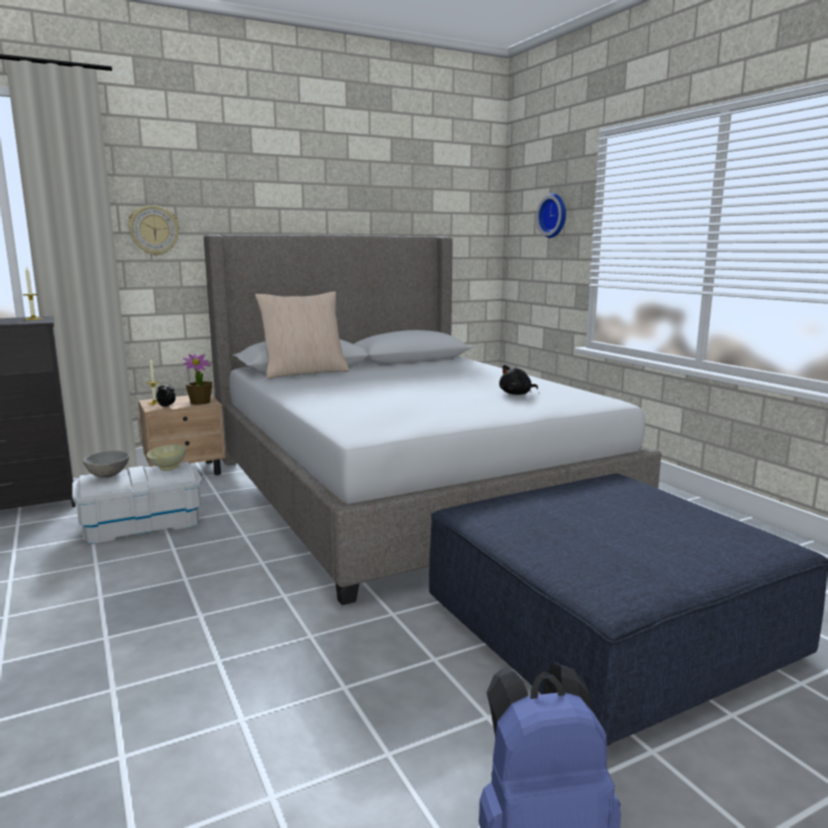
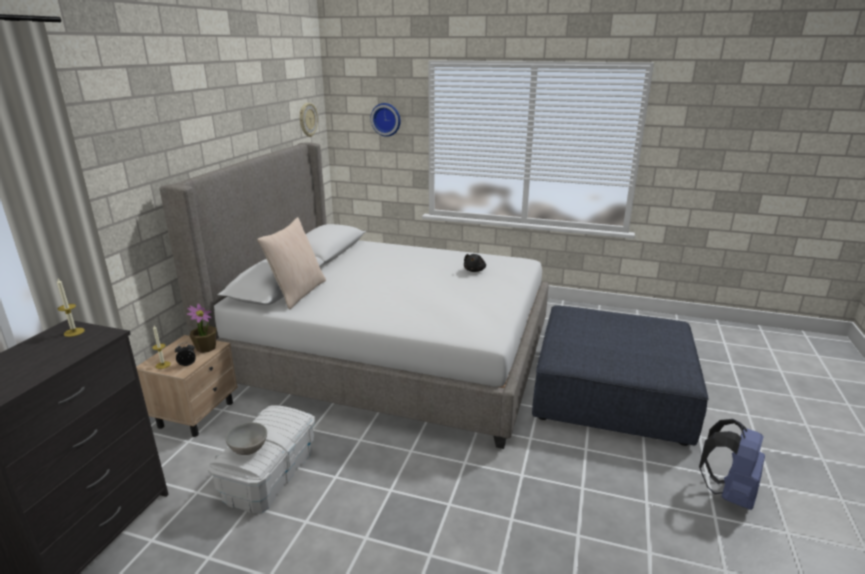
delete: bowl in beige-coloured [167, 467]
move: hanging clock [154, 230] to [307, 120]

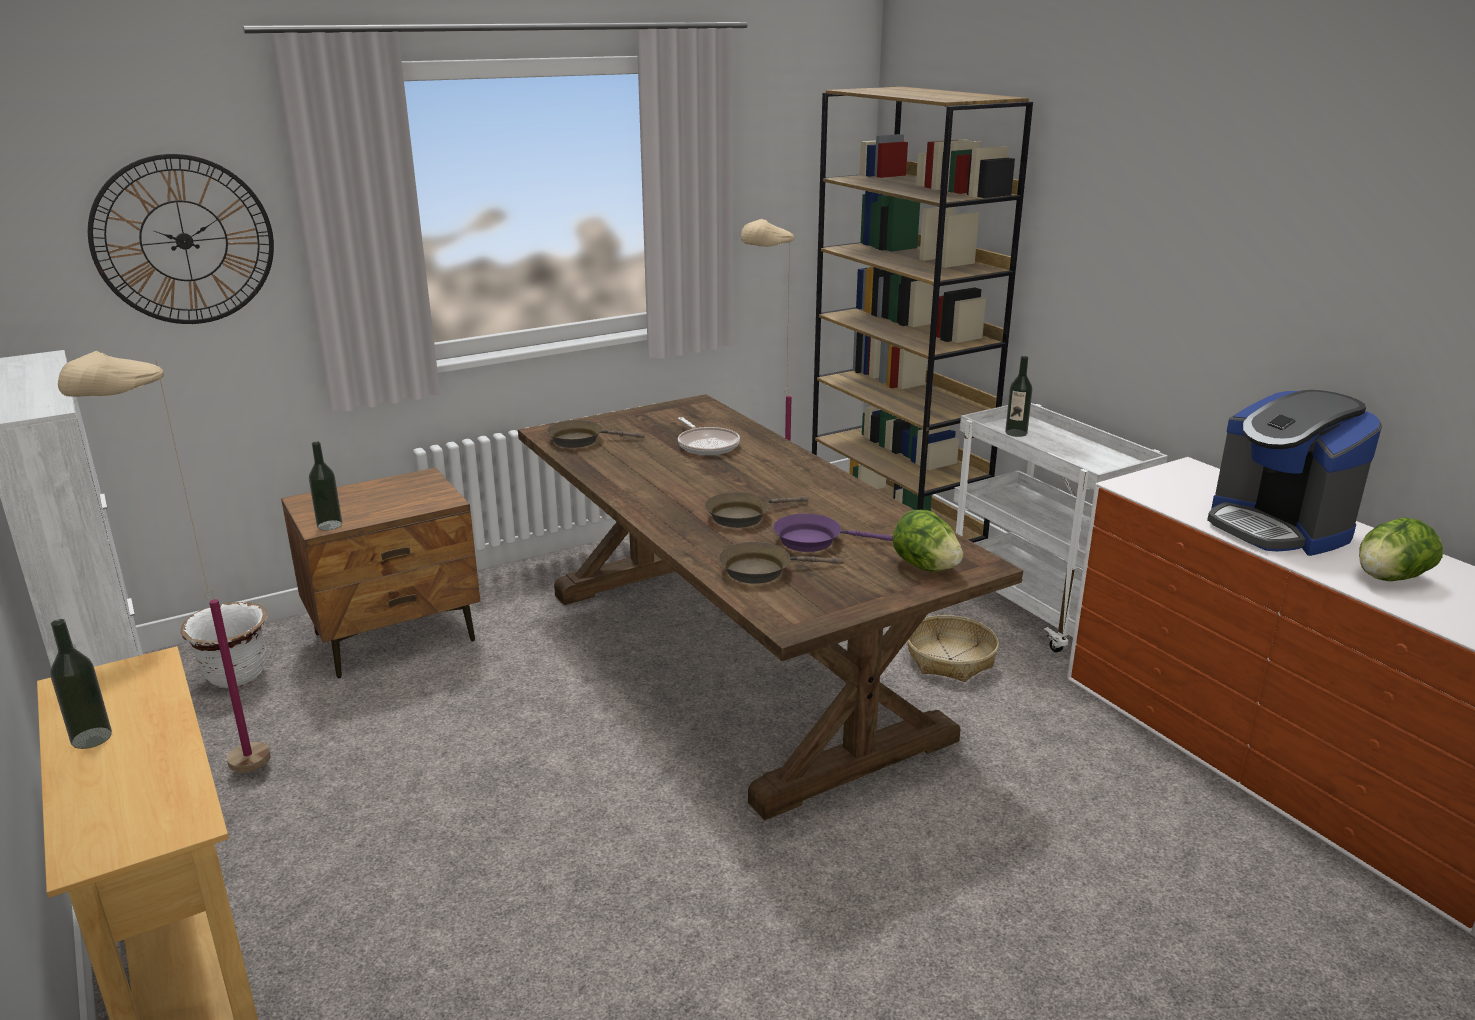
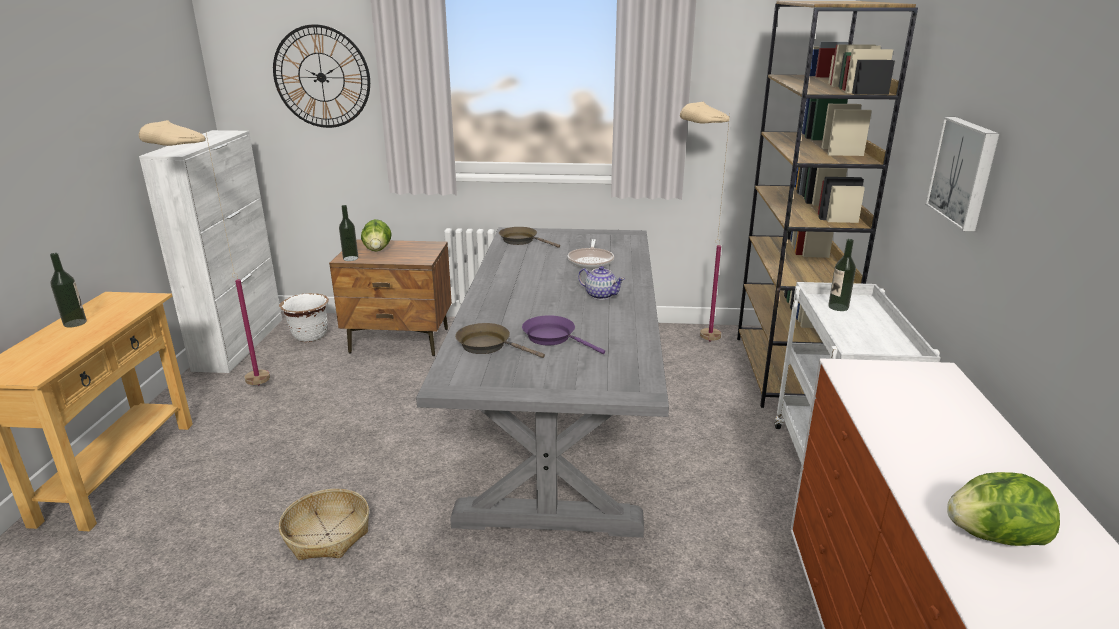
delete: pan in brownish [742, 516]; coffee machine [1277, 527]
insert: teapot [600, 295]; wall art [965, 172]
move: household basket [949, 659] to [327, 534]; lettuce [925, 567] to [377, 250]
recolor: dining table in brownish [732, 660] to dining table in greyish [559, 420]

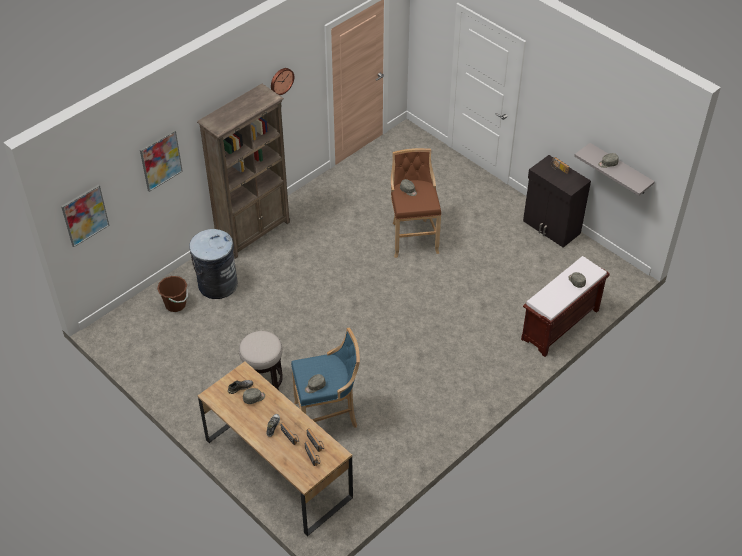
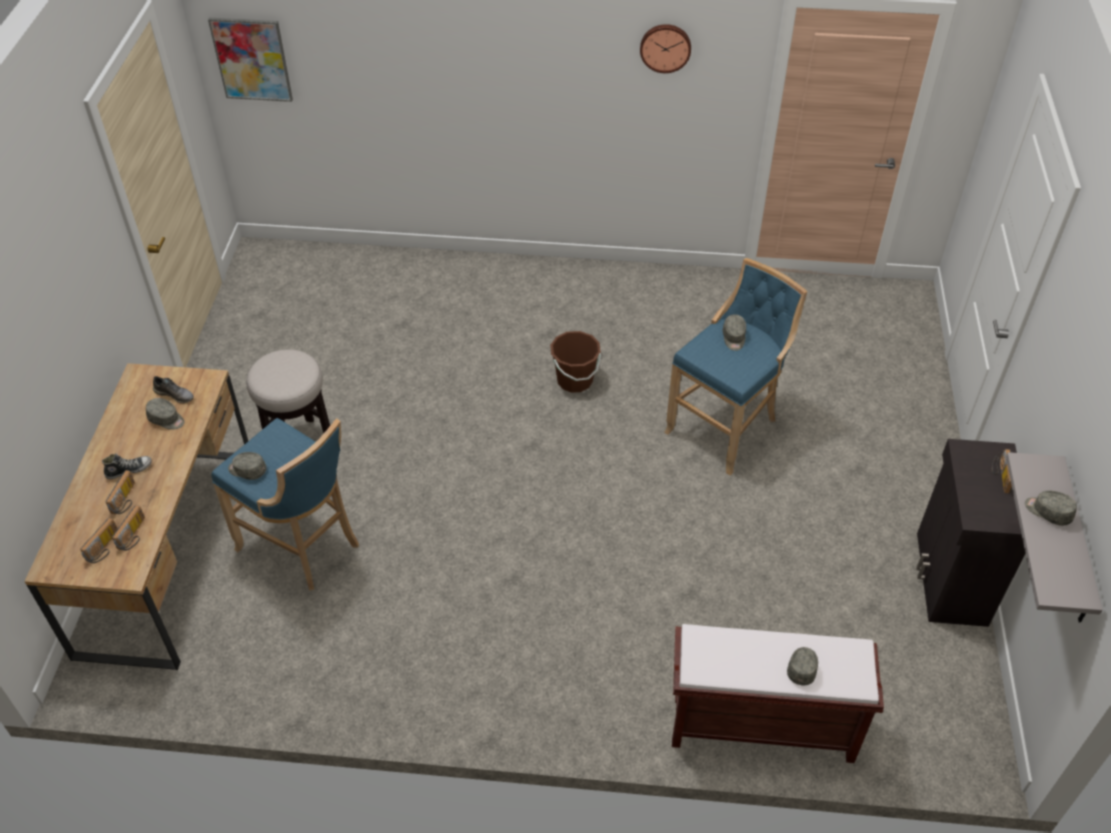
delete: wall art [161, 160]; waste bin in greyish [217, 284]; bookcase in brownish [254, 233]
move: water bucket in brownish [175, 304] to [574, 380]
recolor: stool in brownish [413, 237] to stool in blue [726, 427]

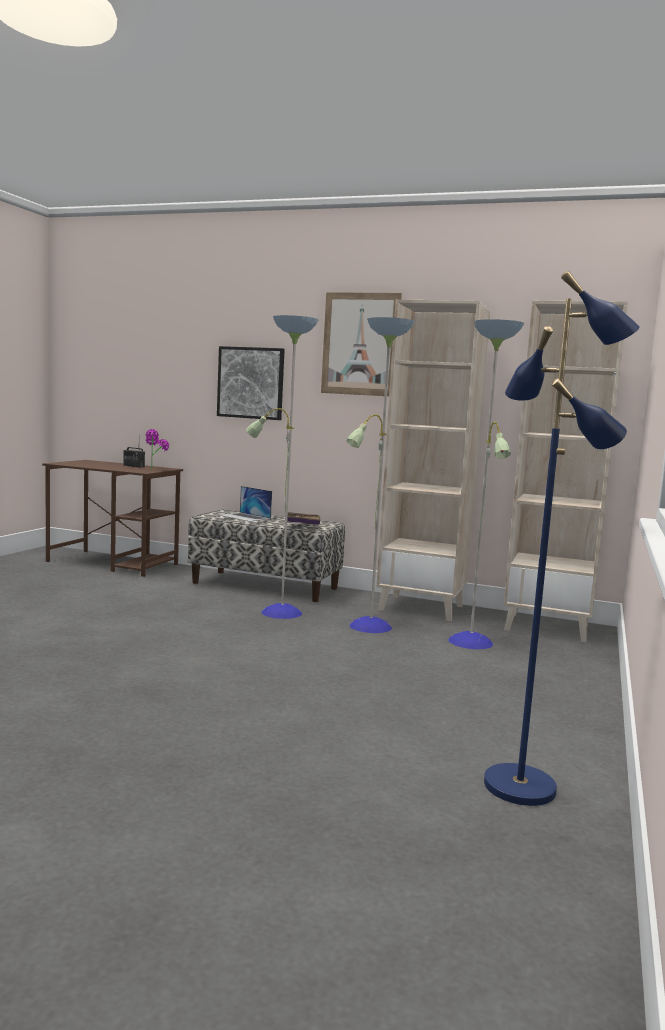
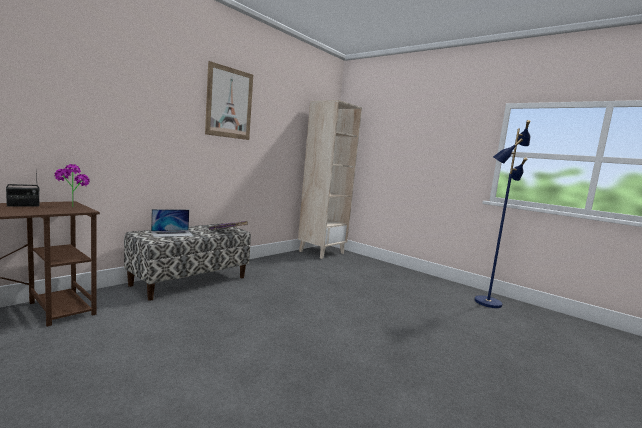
delete: wall art [251, 383]; floor lamp [369, 627]; bookcase in beige-coloured [421, 608]

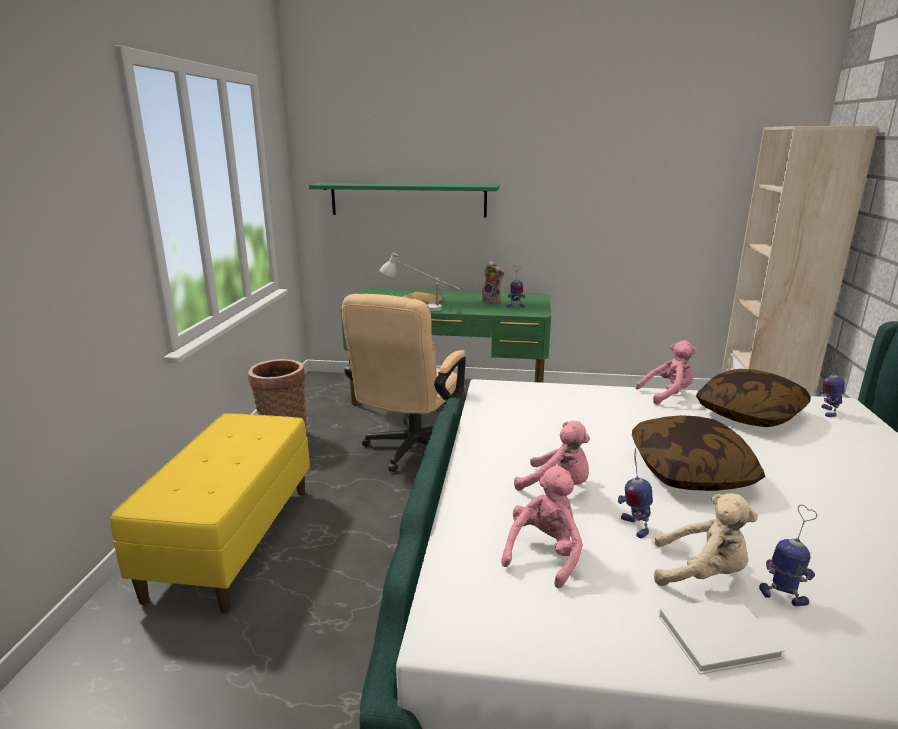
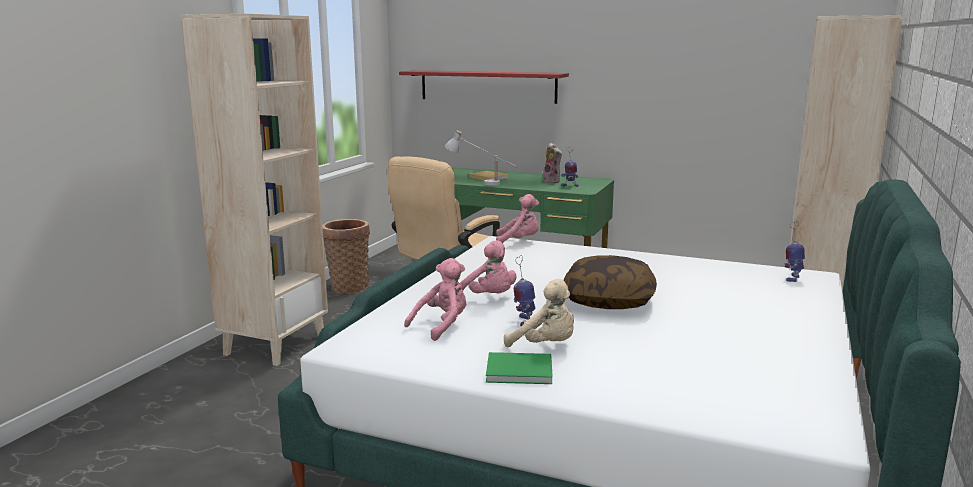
delete: cushion [749, 414]; model robot [783, 597]
move: soft toy in pink-coloured [667, 395] to [519, 241]
replace: long seat in yellow-coloured [232, 539] to bookcase in beige-coloured [275, 344]
recolor: shelf in greenish [408, 199] to shelf in red-coloured [487, 86]; bound book in whitish [721, 636] to bound book in greenish [521, 371]

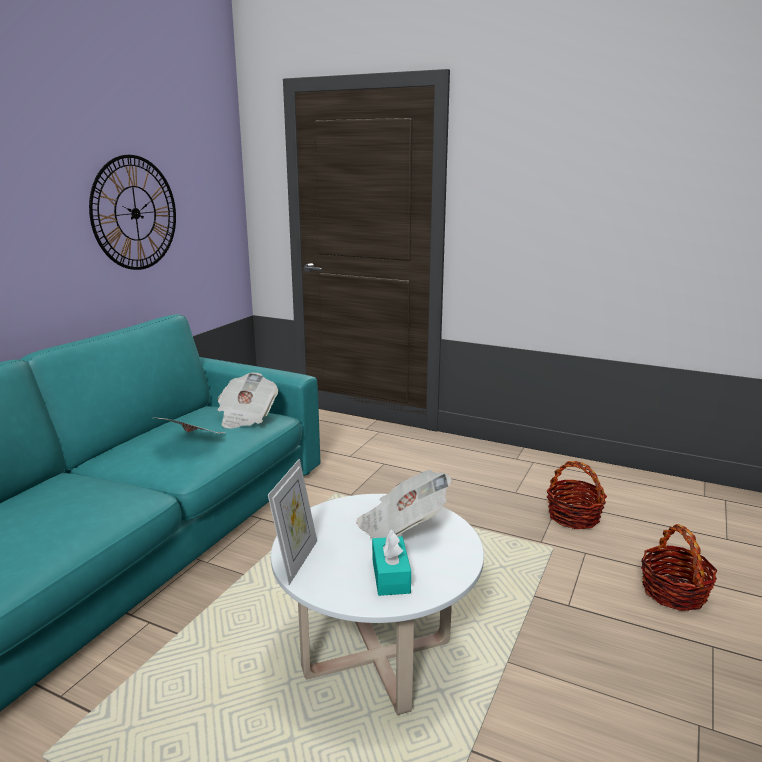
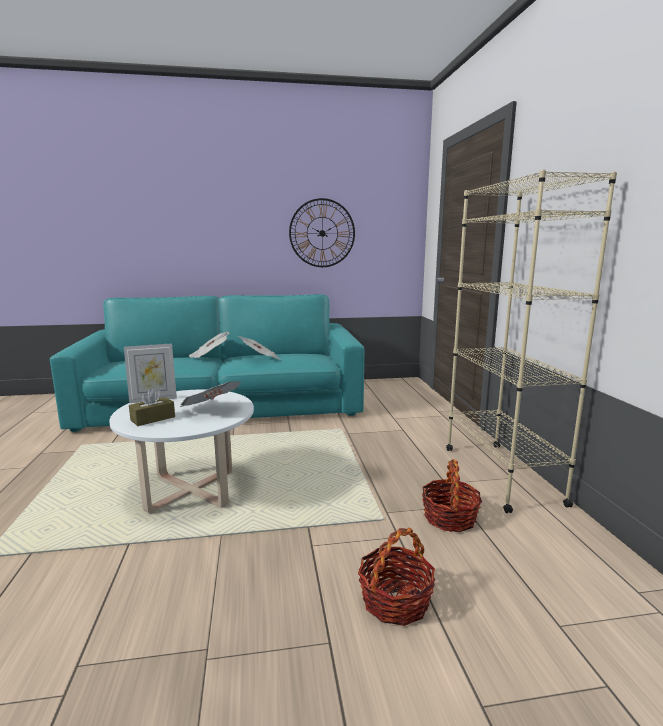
insert: bookcase in beige-coloured [500, 474]
move: newspaper [246, 416] to [209, 355]
recolor: tissue box in blue-green [390, 576] to tissue box in brownish [153, 418]

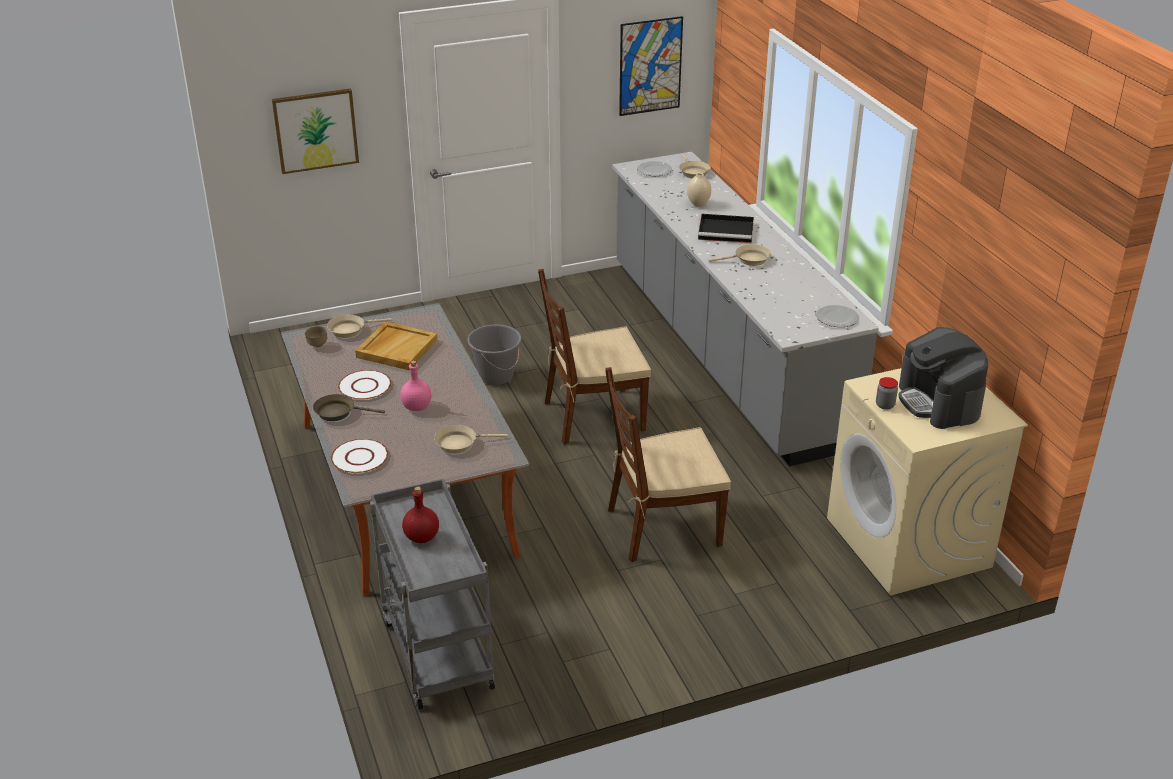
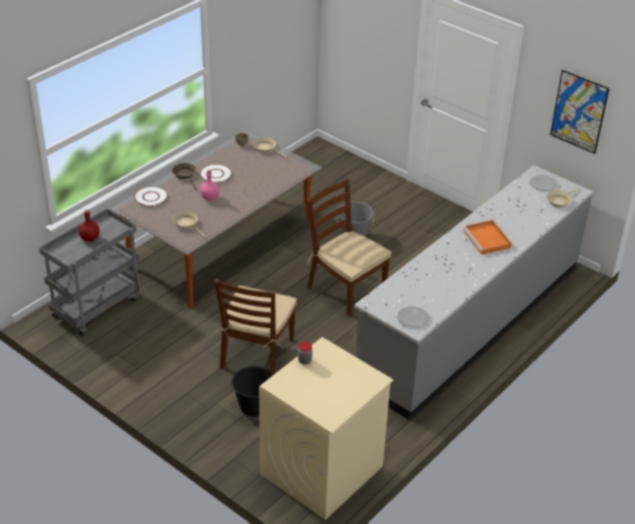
delete: wall art [315, 130]; serving tray in beige-coloured [397, 348]; decorative vase in beige-coloured [698, 204]; pan in beige-coloured [749, 259]; coffee machine [939, 402]
insert: water bucket in black-coloured [254, 407]
recolor: serving tray in black-coloured [727, 231] to serving tray in orange [487, 239]
rotate: plain chair in brownish [662, 527] = [257, 354] 120 degrees counterclockwise

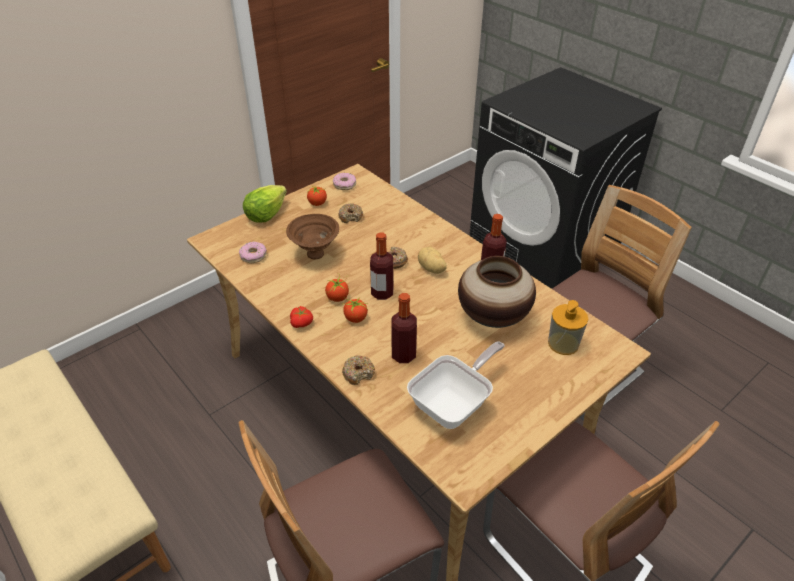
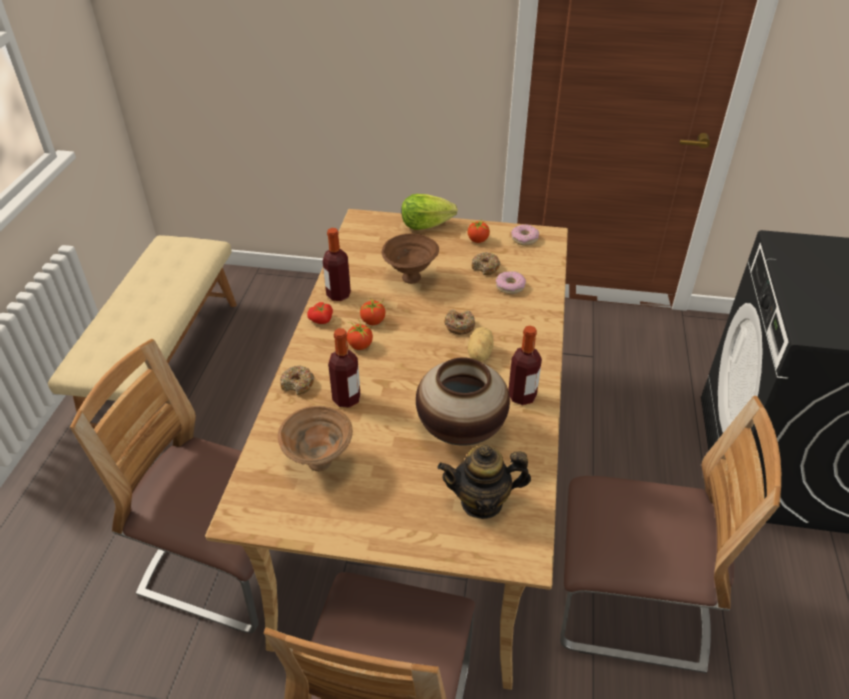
move: drink bottle [382, 293] to [338, 295]; doughnut [253, 256] to [510, 286]
replace: pan [454, 404] to bowl in brownish [320, 463]; liquid soap bottle [563, 343] to teapot [482, 502]

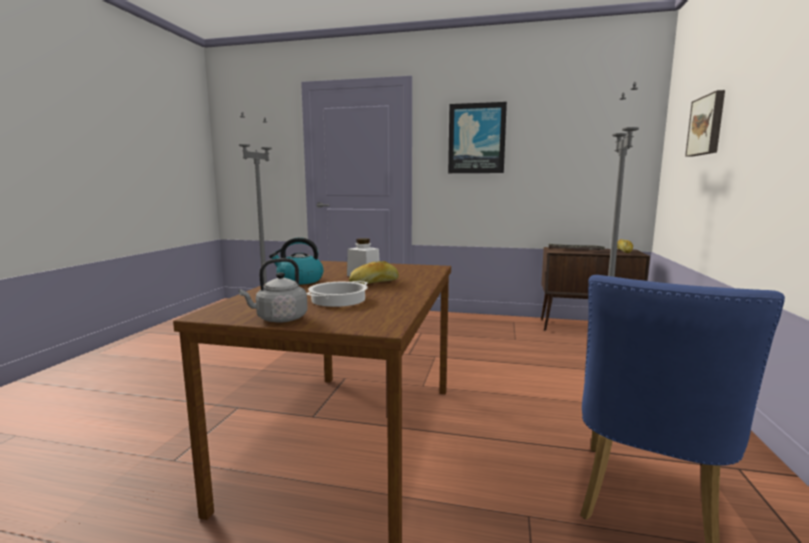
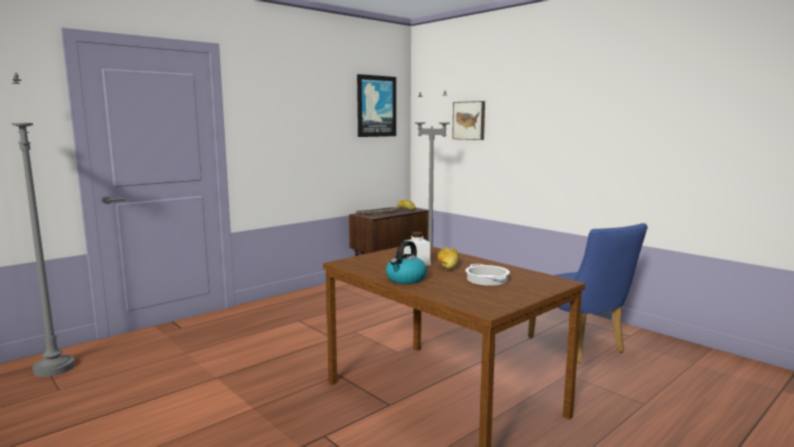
delete: kettle in greyish [279, 319]
move: wall art [476, 138] to [376, 106]

